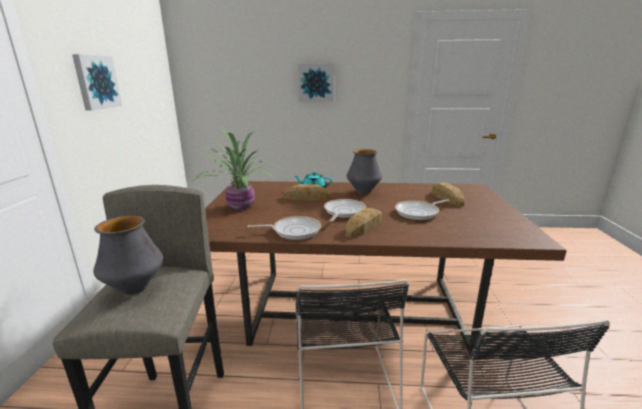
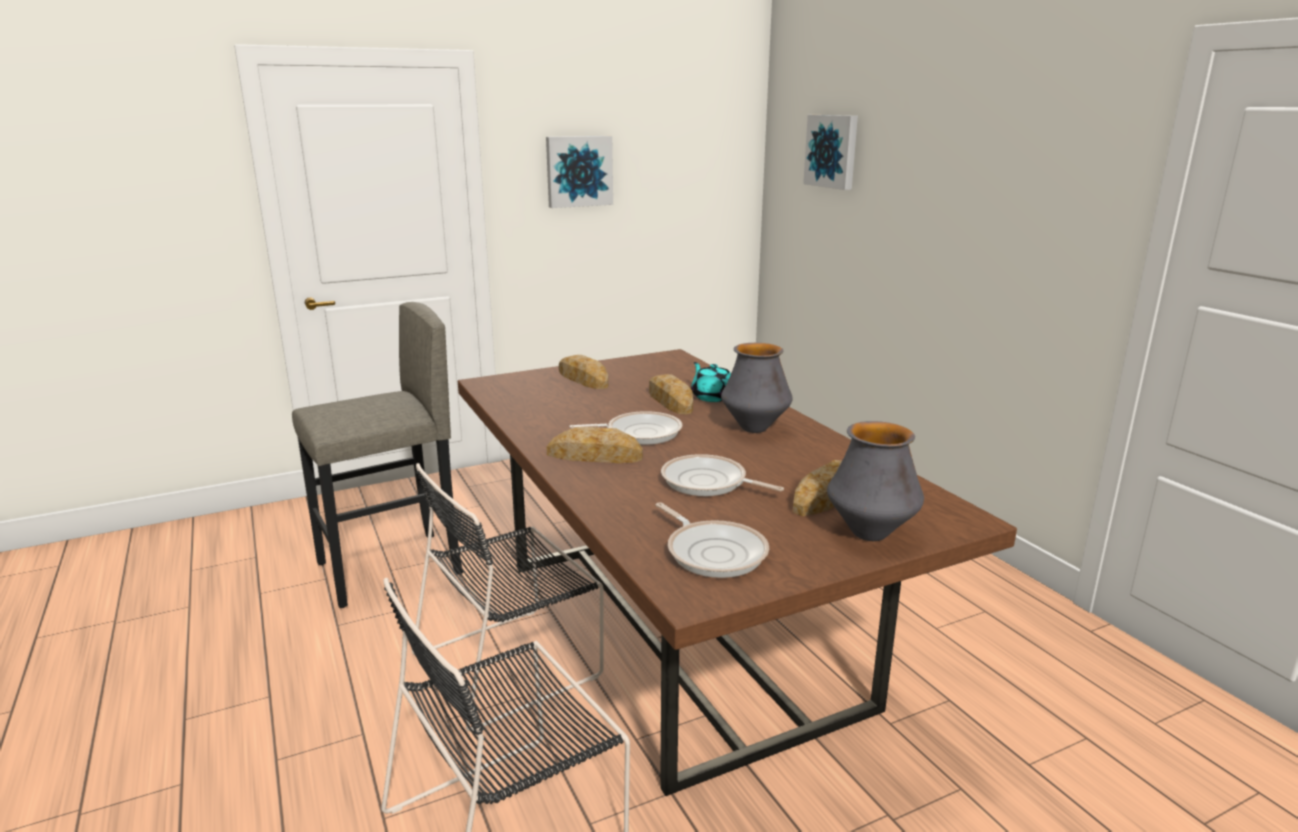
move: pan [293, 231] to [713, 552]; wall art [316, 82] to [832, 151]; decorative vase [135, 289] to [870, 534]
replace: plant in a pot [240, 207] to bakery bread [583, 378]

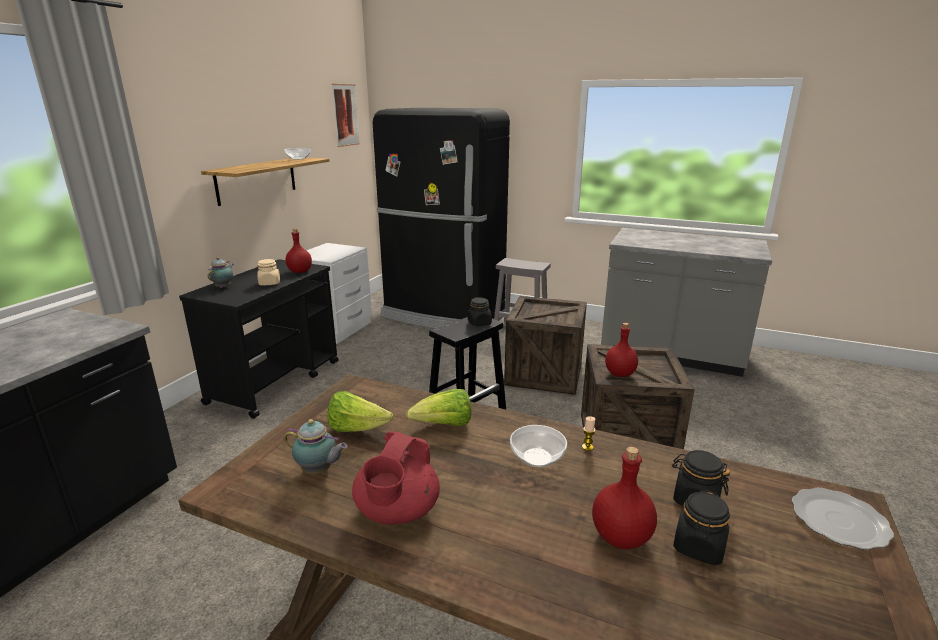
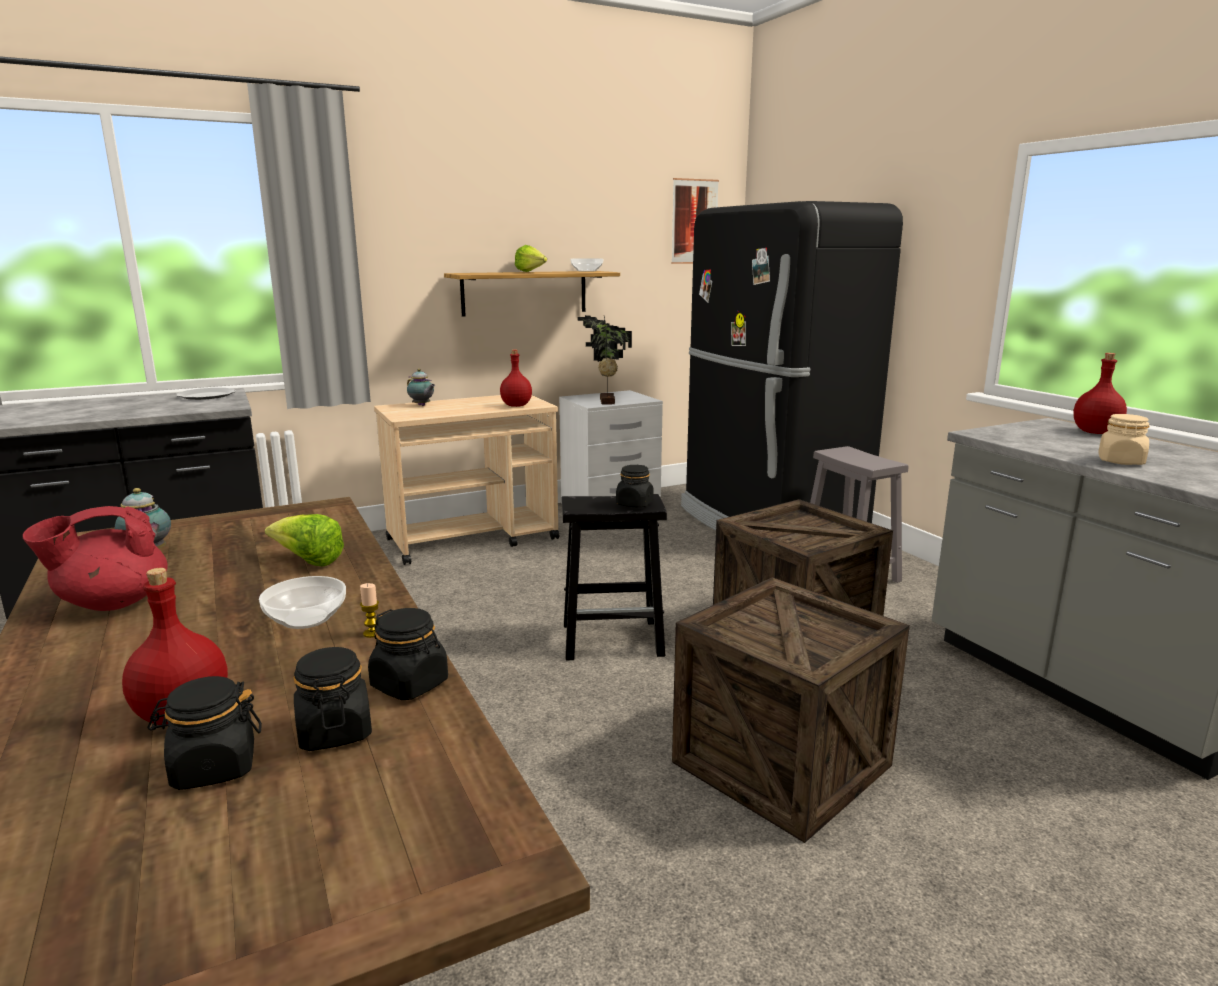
insert: jar in black-coloured [410, 684]; plant in a pot [605, 402]
move: plate [841, 521] to [206, 396]; lettuce [357, 429] to [531, 272]; drink bottle in red-coloured [619, 374] to [1094, 432]; jar in beige-coloured [269, 283] to [1120, 461]
recolor: trolley in black-coloured [276, 381] to trolley in beige-coloured [474, 539]
rotate: teapot [224, 287] = [422, 405] 75 degrees clockwise

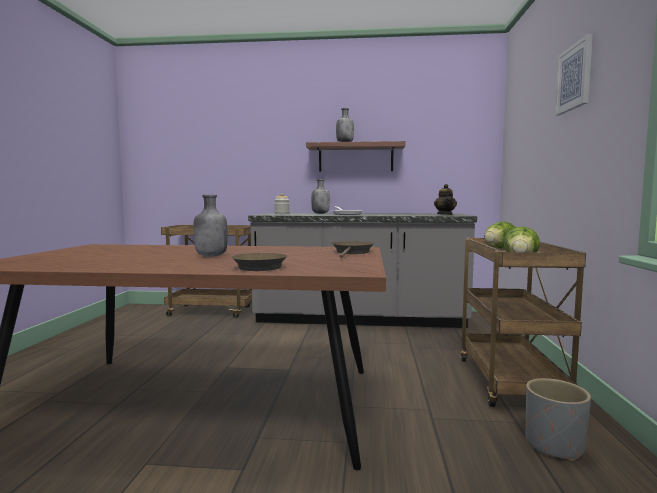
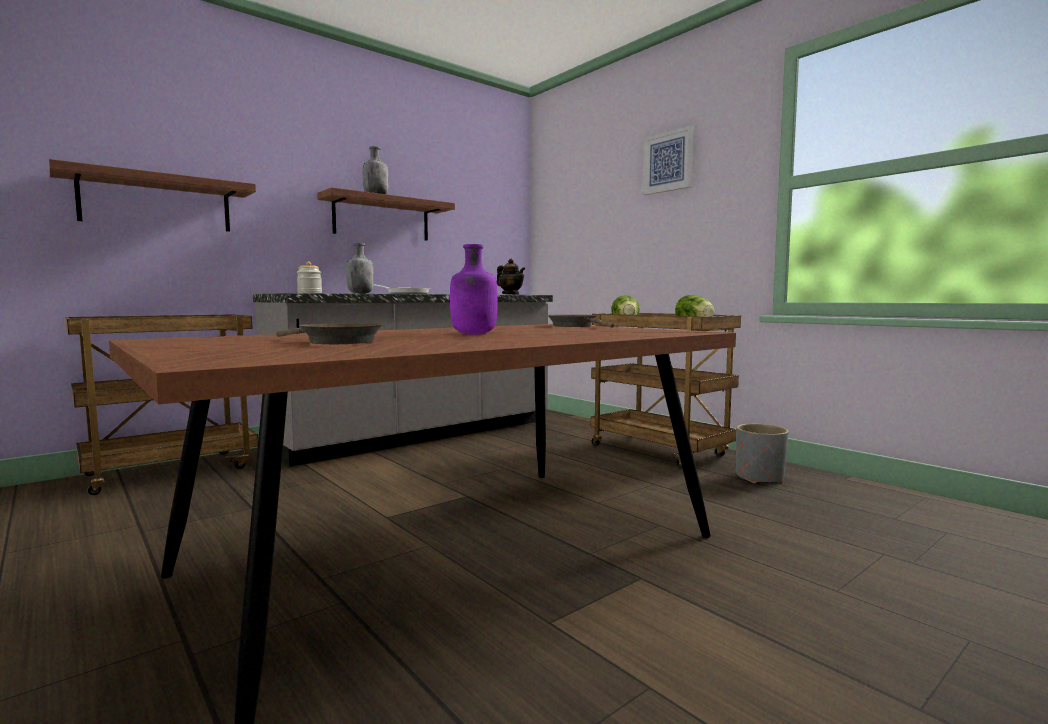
insert: shelf [157, 203]
move: pan in brownish [258, 267] to [335, 342]
recolor: drink bottle in greyish [210, 256] to drink bottle in purplish [473, 334]

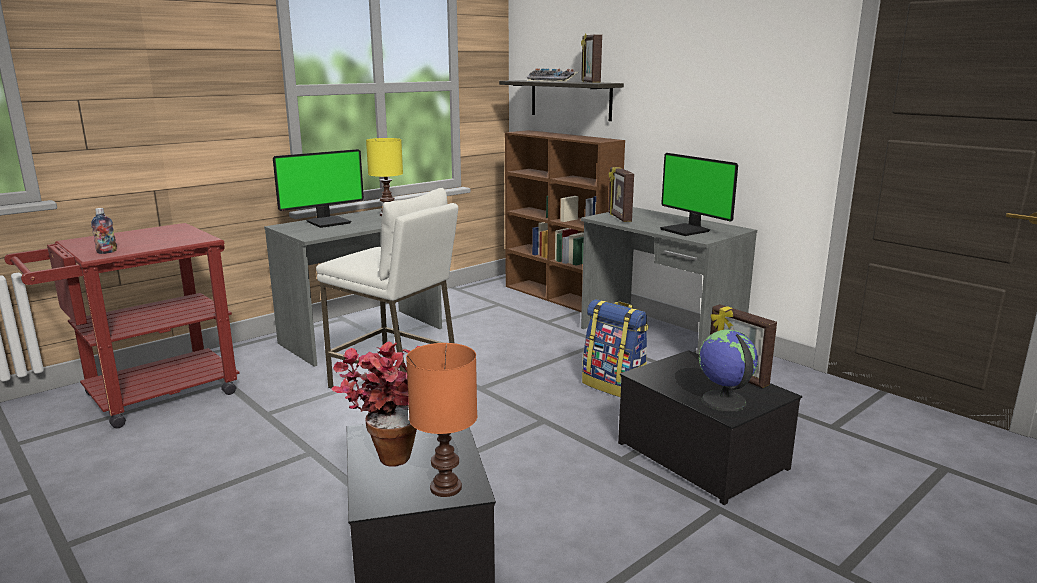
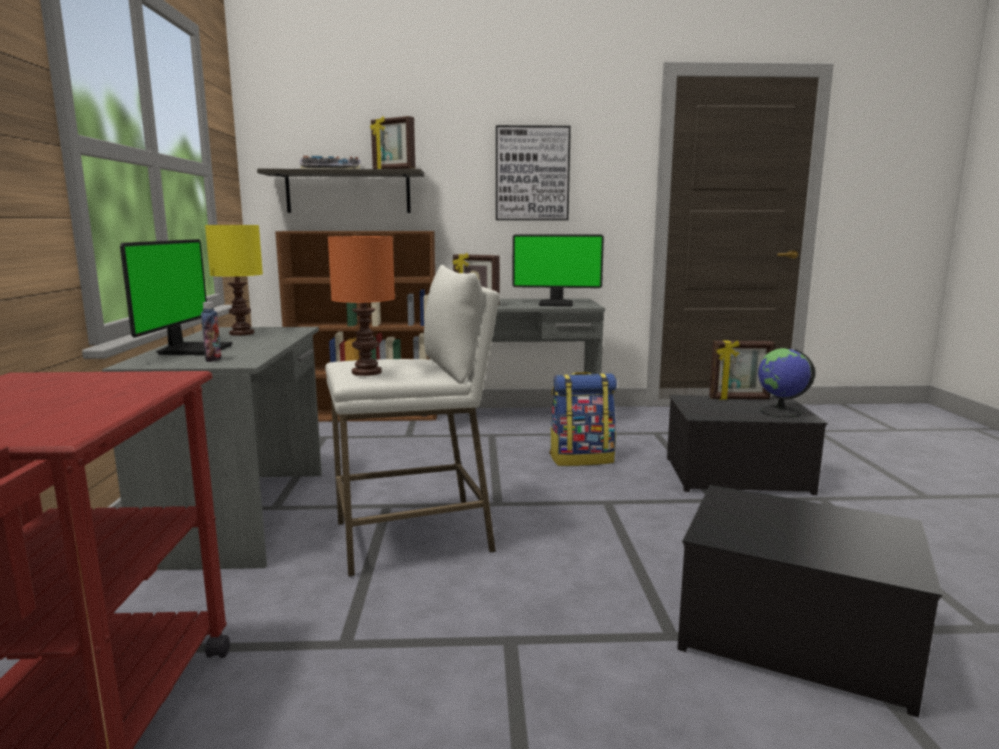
delete: plant in a pot [386, 454]
insert: wall art [532, 174]
move: drink bottle [107, 252] to [213, 359]; lamp for a table in orange [445, 488] to [367, 372]

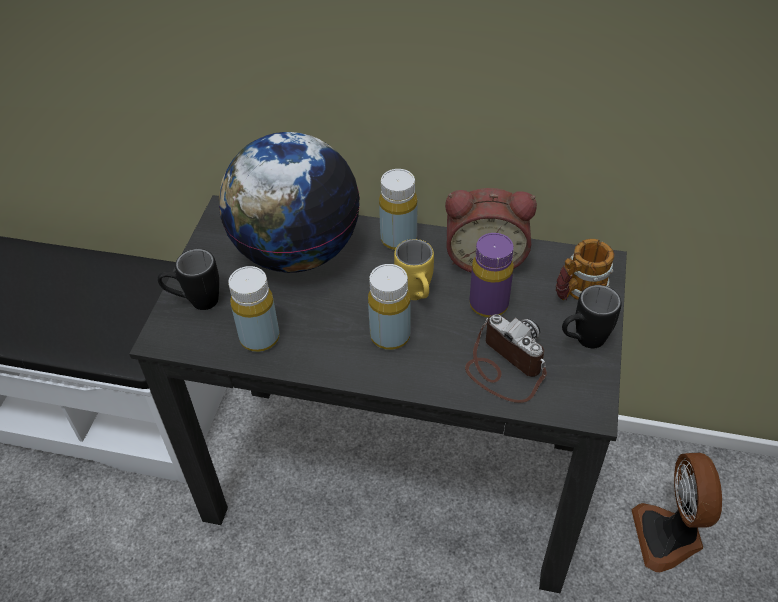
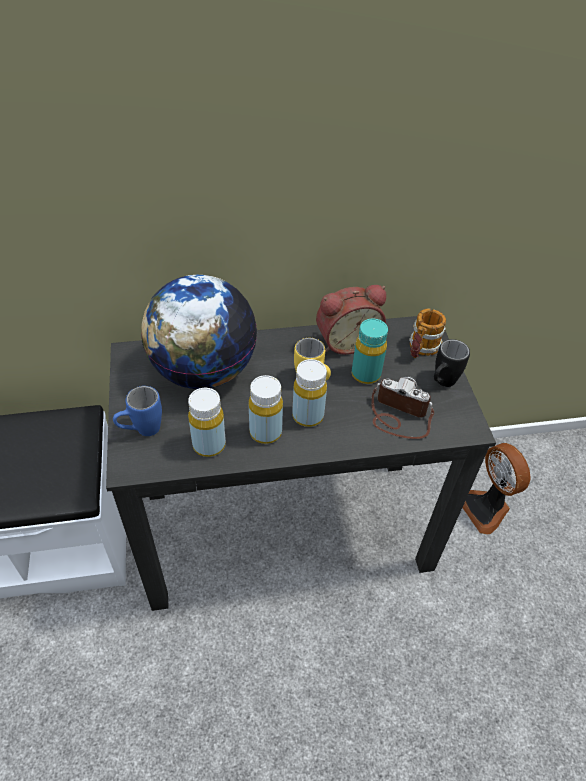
move: drink bottle in yellow-coloured [398, 239] to [265, 432]
recolor: mug in black-coloured [195, 302] to mug in blue [141, 431]; drink bottle in purplish [488, 304] to drink bottle in blue-green [366, 374]

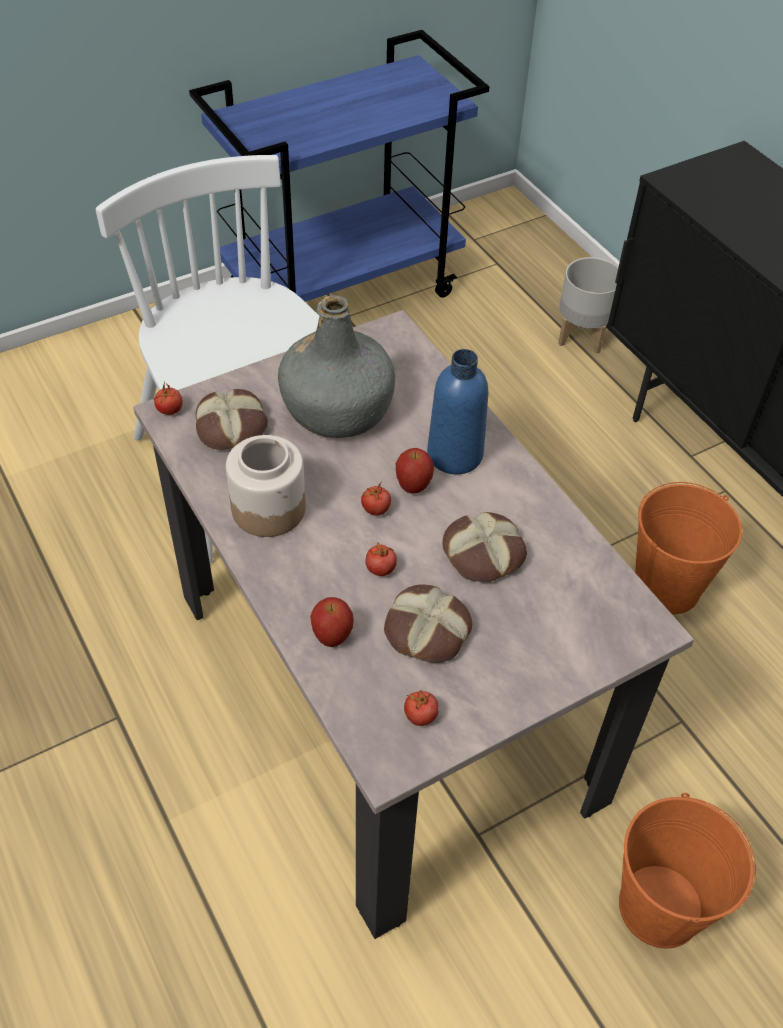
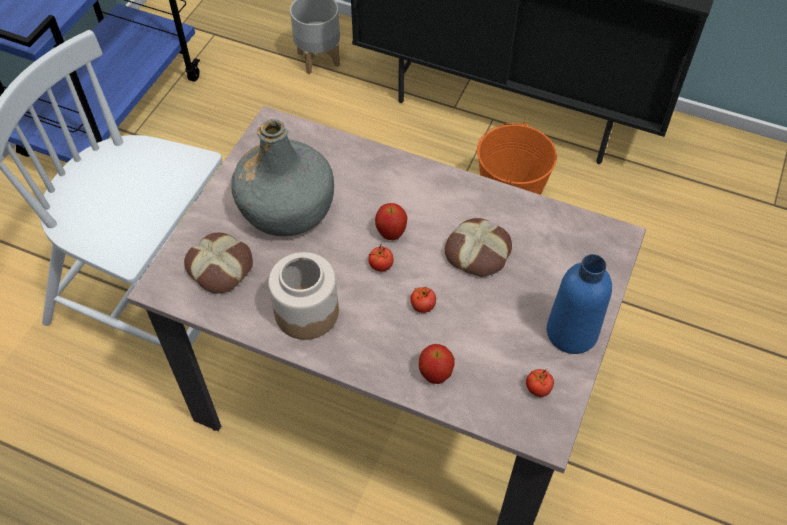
delete: fresh tomato [169, 410]; bakery bread [425, 631]; water bucket in orange [658, 907]
move: drink bottle in blue [455, 455] to [571, 332]

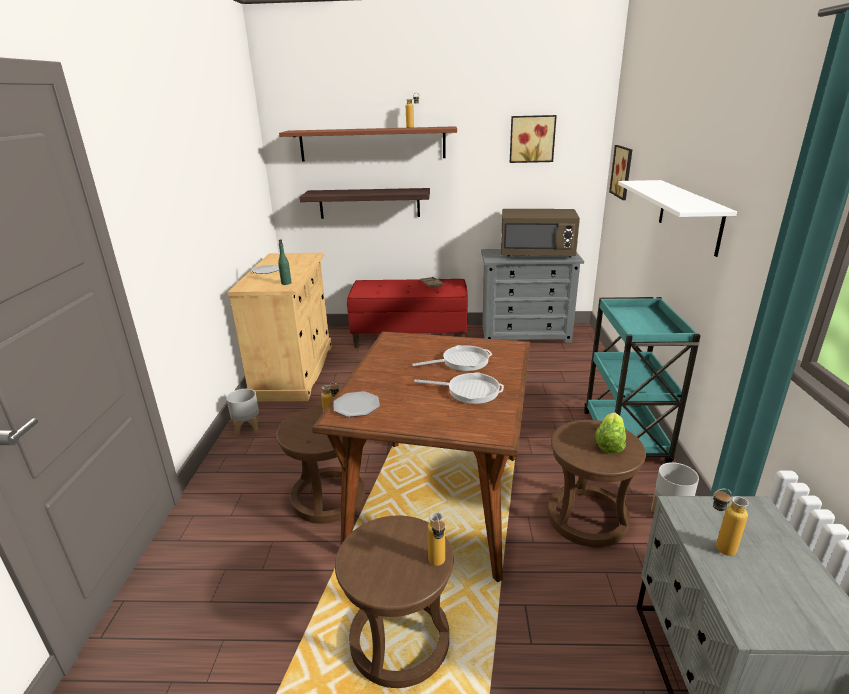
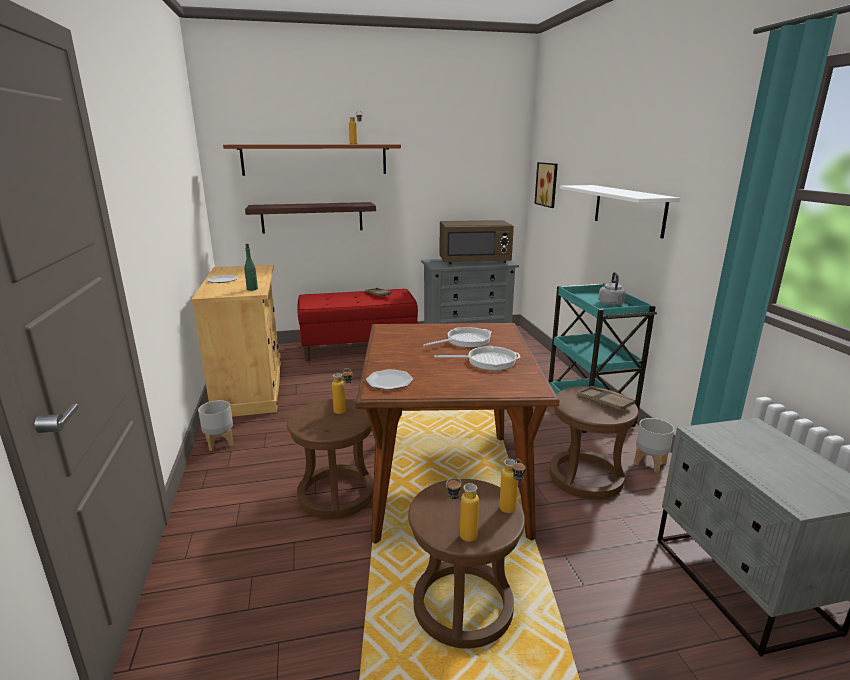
delete: wall art [532, 139]
insert: kettle in greyish [610, 303]
move: drink bottle [717, 549] to [461, 537]
replace: lettuce [609, 443] to serving tray in brownish [604, 402]

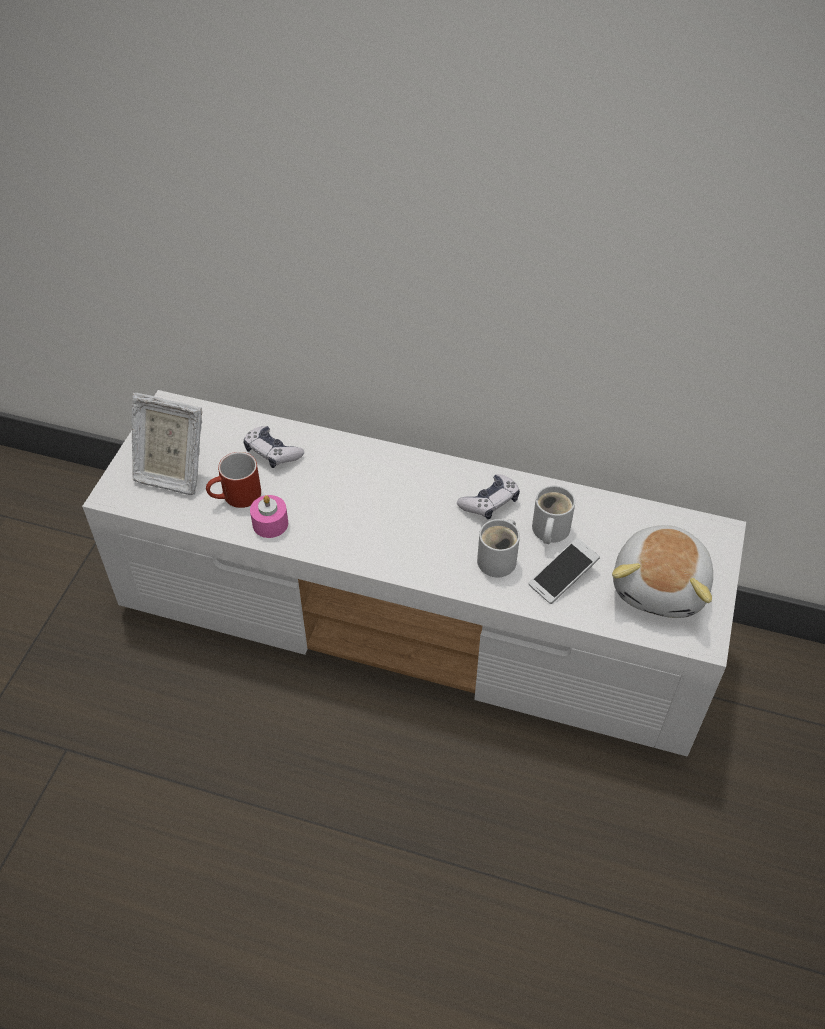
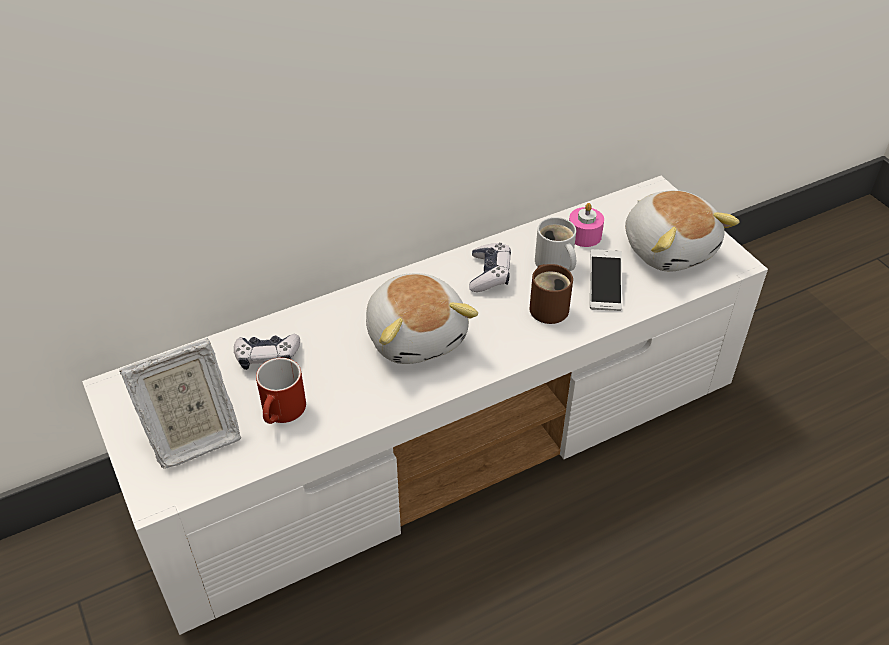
insert: soft toy [417, 335]
move: candle in pink-coloured [270, 523] to [584, 235]
recolor: mug in whitish [500, 559] to mug in brownish [549, 306]

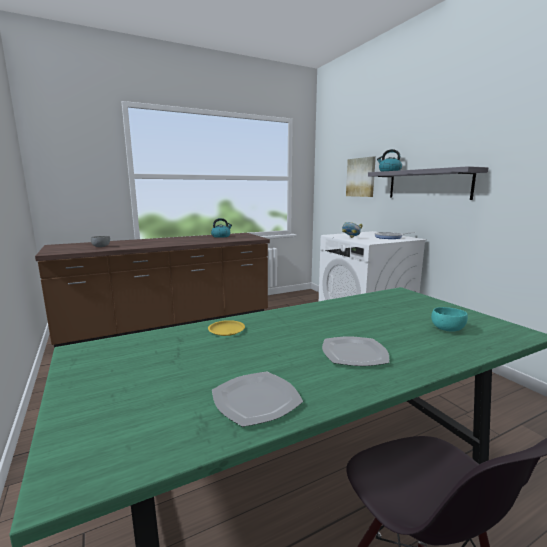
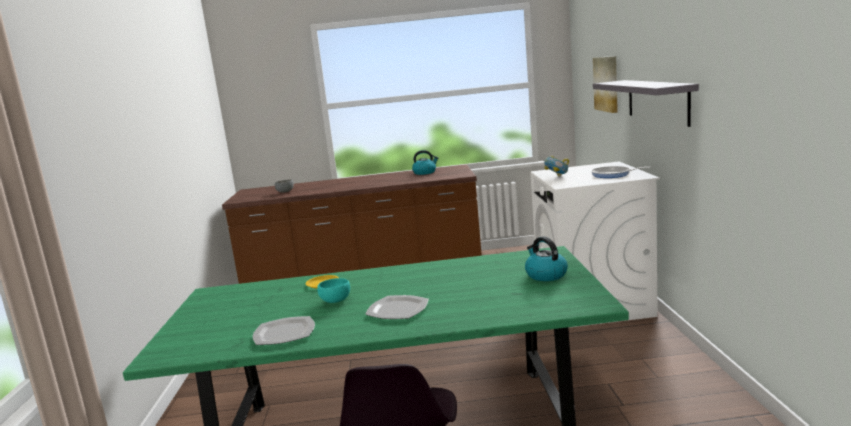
move: bowl in blue-green [447, 329] to [335, 301]; kettle [389, 171] to [545, 275]

